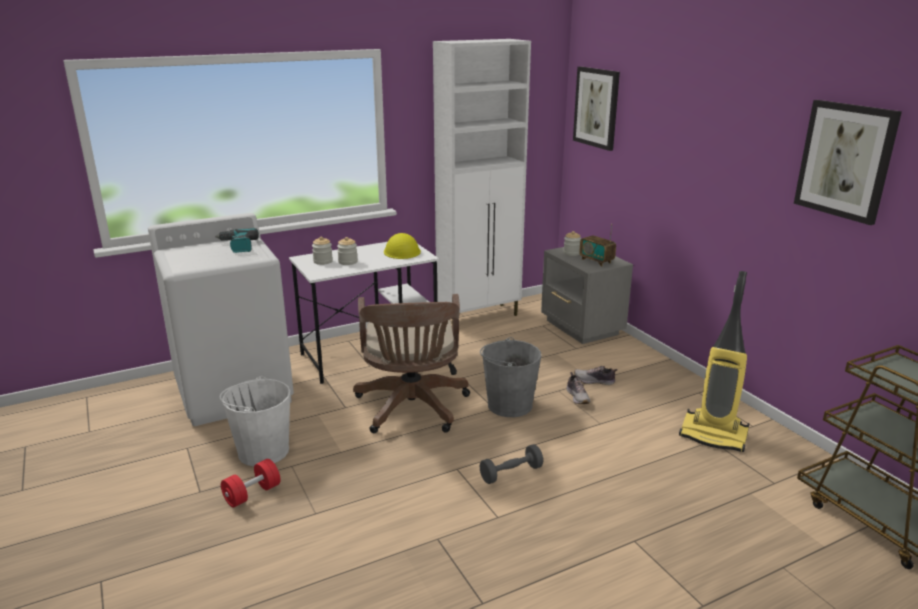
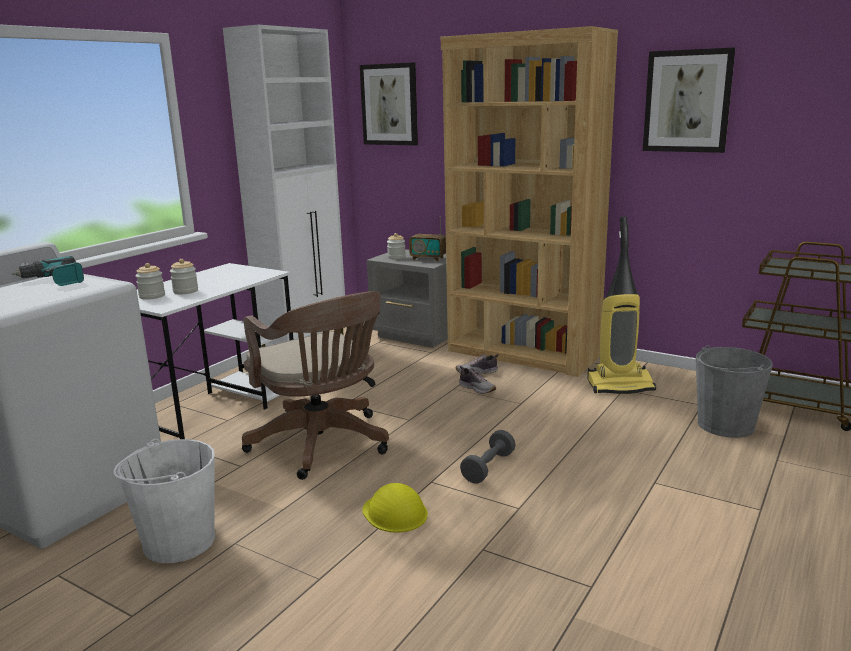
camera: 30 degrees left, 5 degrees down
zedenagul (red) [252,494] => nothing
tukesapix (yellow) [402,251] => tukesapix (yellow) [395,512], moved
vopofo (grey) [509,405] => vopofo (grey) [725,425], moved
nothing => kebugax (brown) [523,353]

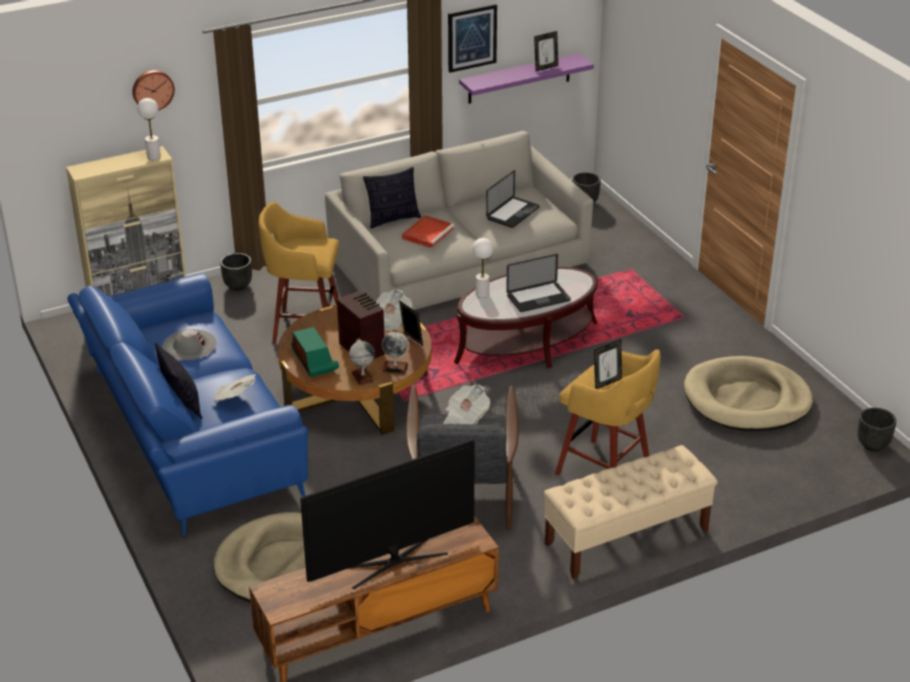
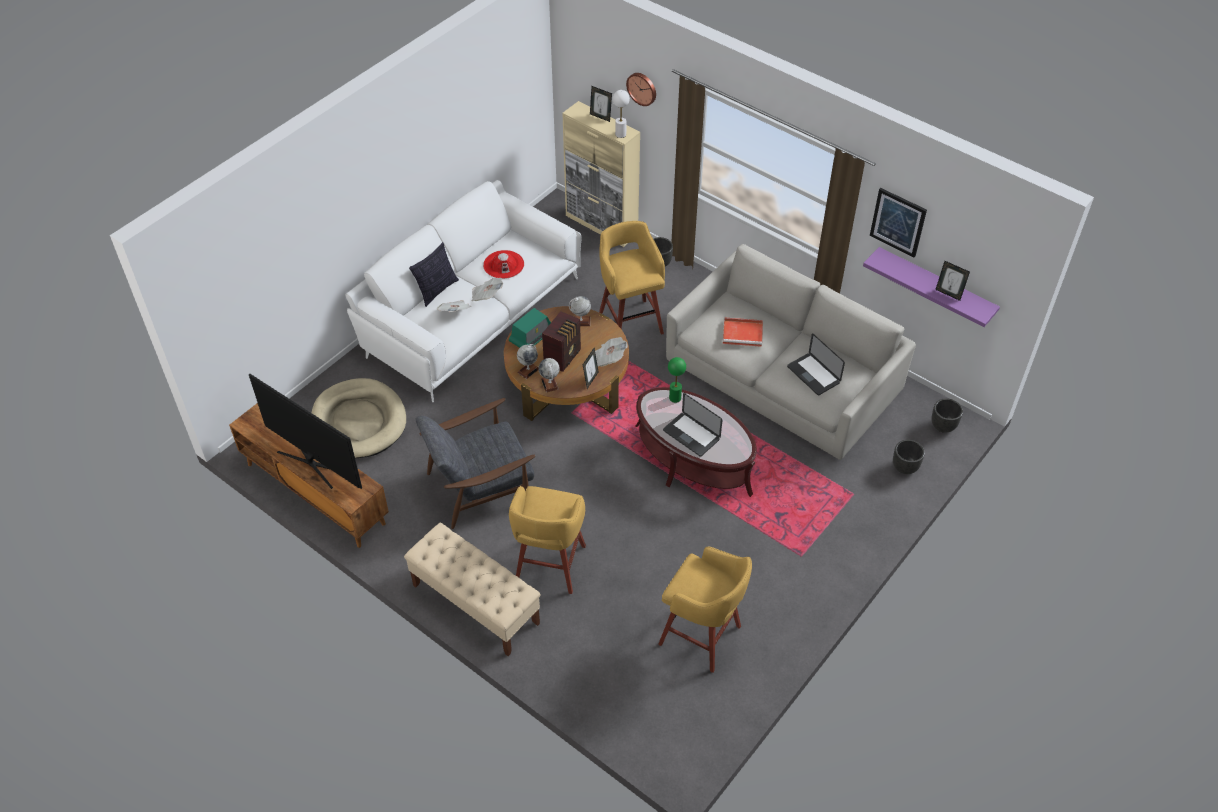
camera: 65 degrees right, 15 degrees up
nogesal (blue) [189,432] => nogesal (white) [471,314]
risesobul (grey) [189,345] => risesobul (red) [503,264]
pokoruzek [393,219] => nothing
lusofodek [465,418] => lusofodek [486,296], moved
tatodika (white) [482,294] => tatodika (green) [674,398]
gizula [513,213] => gizula [813,375], 45 degrees clockwise
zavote [606,383] => zavote [600,117], moved
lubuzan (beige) [747,399] => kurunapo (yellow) [702,637]
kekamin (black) [873,445] => kekamin (black) [905,468], moved
nothing => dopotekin [580,321]

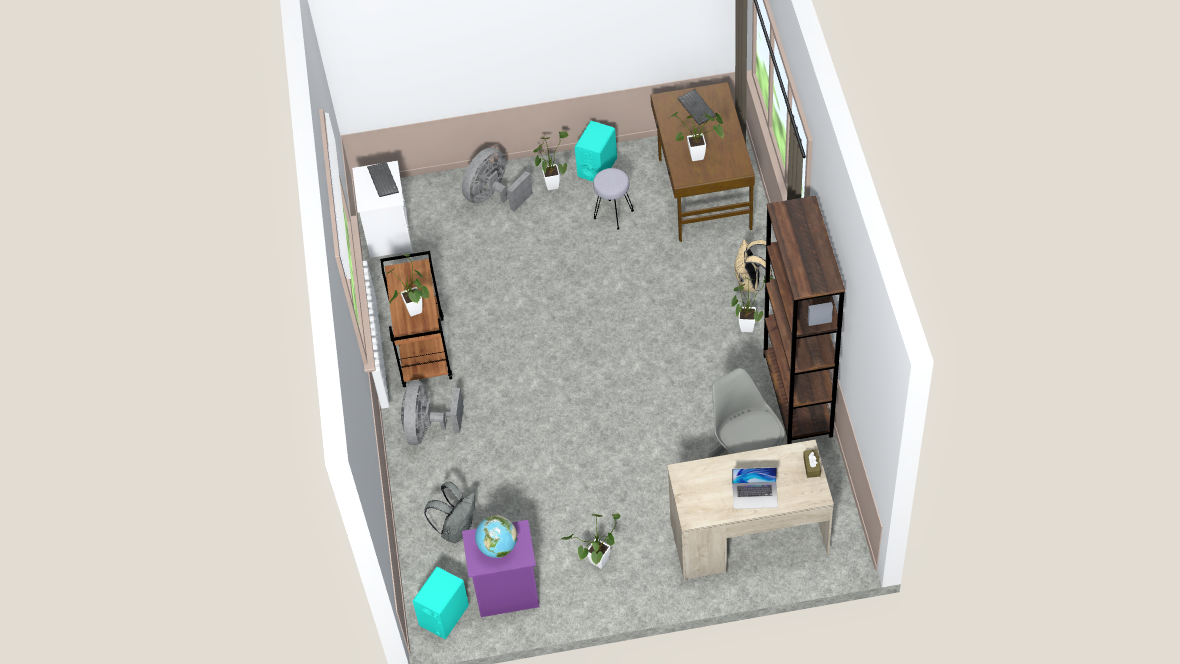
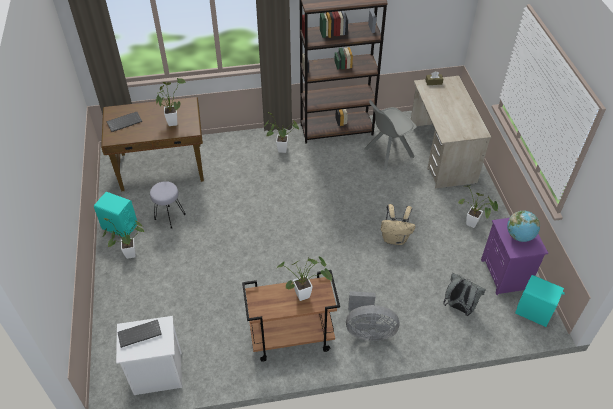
camera: 95 degrees left, 5 degrees down
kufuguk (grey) [494,196] => nothing
gizula [755,495] => nothing
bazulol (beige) [751,284] => bazulol (beige) [395,238], moved

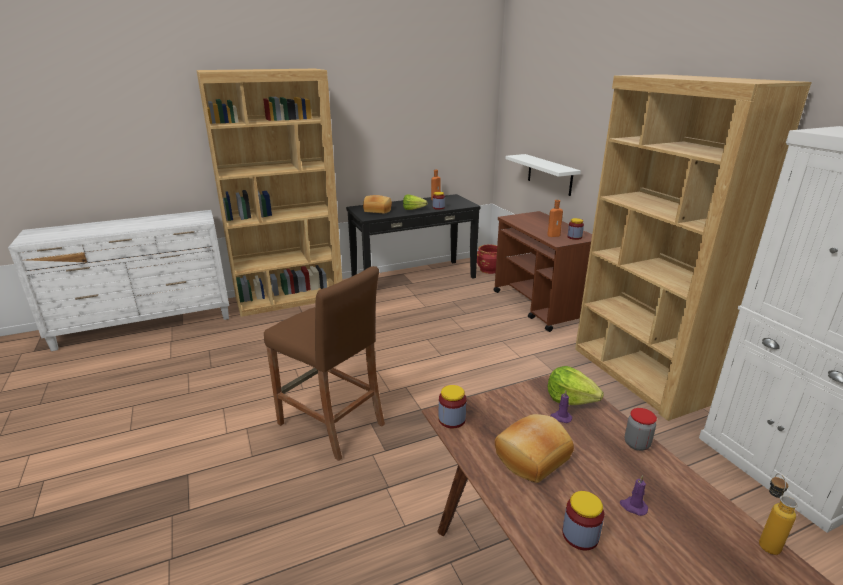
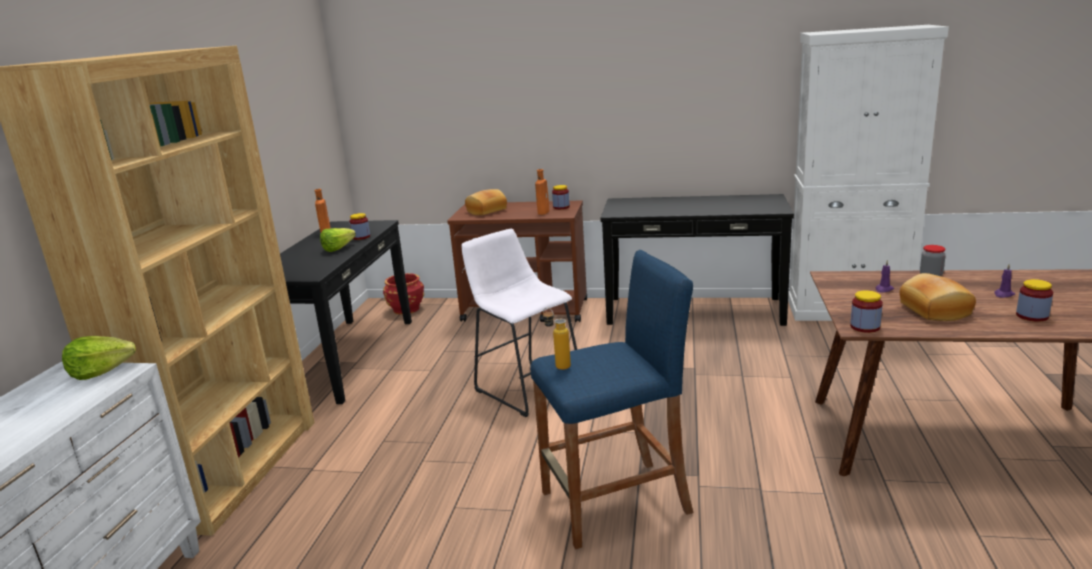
camera: 55 degrees left, 5 degrees down
kurunapo (brown) [331,424] => kurunapo (blue) [615,503]
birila [378,210] => birila [486,210], moved
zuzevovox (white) [549,174] => nothing
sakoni [570,398] => sakoni [101,371], moved
kebugax (brown) [638,375] => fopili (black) [694,310]
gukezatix [764,540] => gukezatix [558,365], moved
nothing => kurunapo (white) [525,386]

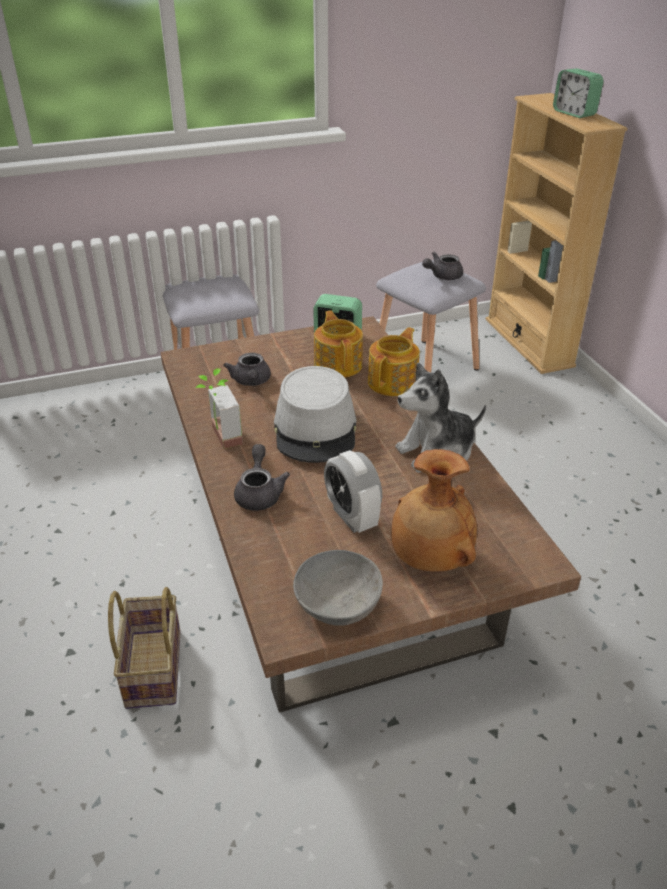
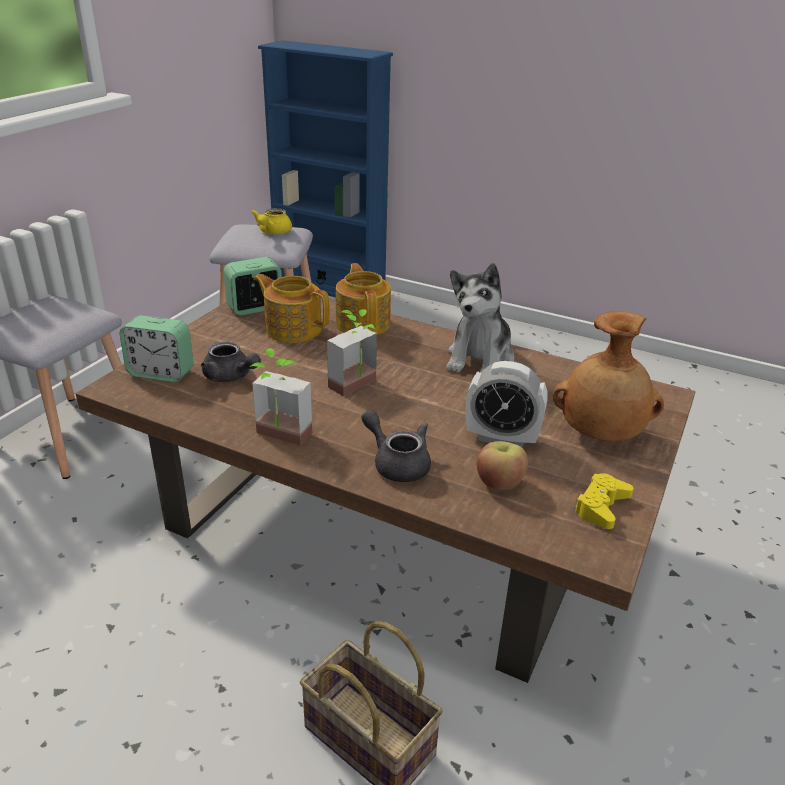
camera: 45 degrees left, 5 degrees down
risesobul (grey) [316,429] => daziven [359,387]
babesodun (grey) [339,603] => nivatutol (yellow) [601,506]
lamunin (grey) [442,276] => lamunin (yellow) [272,232]
kebugax (beige) [528,342] => kebugax (blue) [329,286]
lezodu [574,113] => lezodu [161,373], moved
nothing => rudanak [499,482]

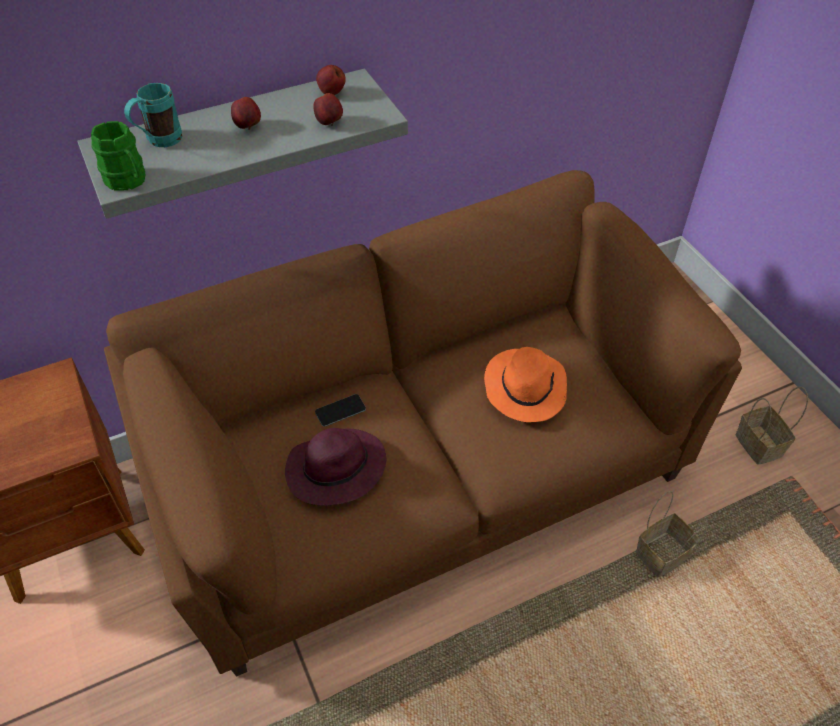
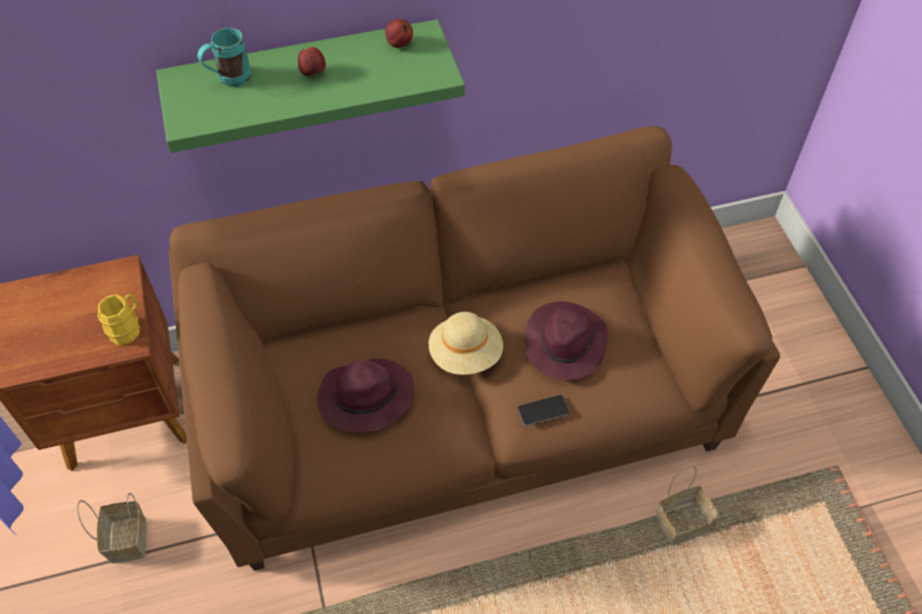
camera: 10 degrees right, 5 degrees up
zuzevovox (grey) [235,140] => zuzevovox (green) [305,76]
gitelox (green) [128,181] => nothing
rudanak [329,123] => nothing
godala [340,410] => godala [543,410], moved
risesobul (orange) [525,387] => risesobul (purple) [564,342]
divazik [760,446] => divazik [129,541], moved
nothing => gitelox (yellow) [127,327]
nothing => risesobul (beige) [466,354]

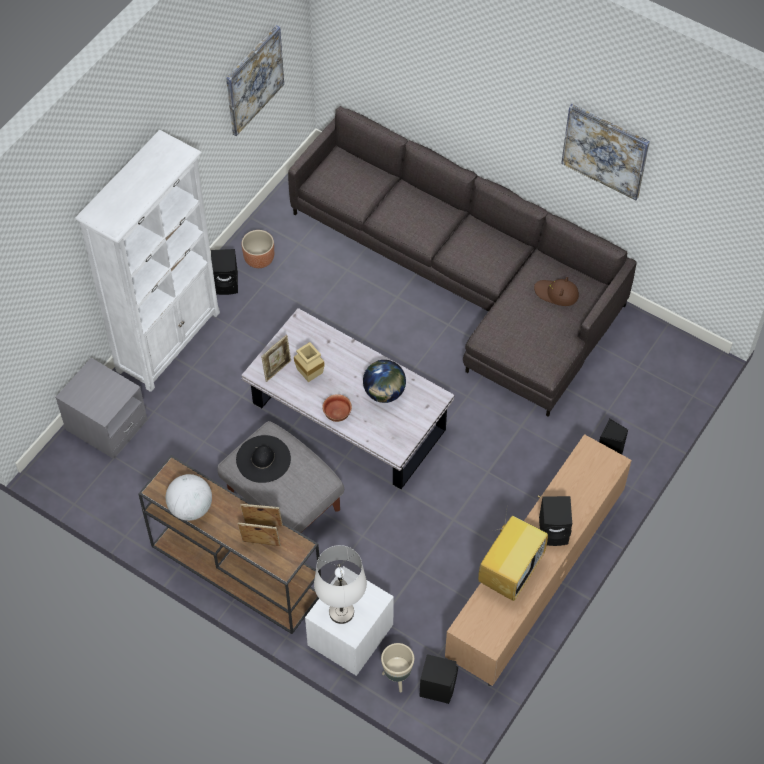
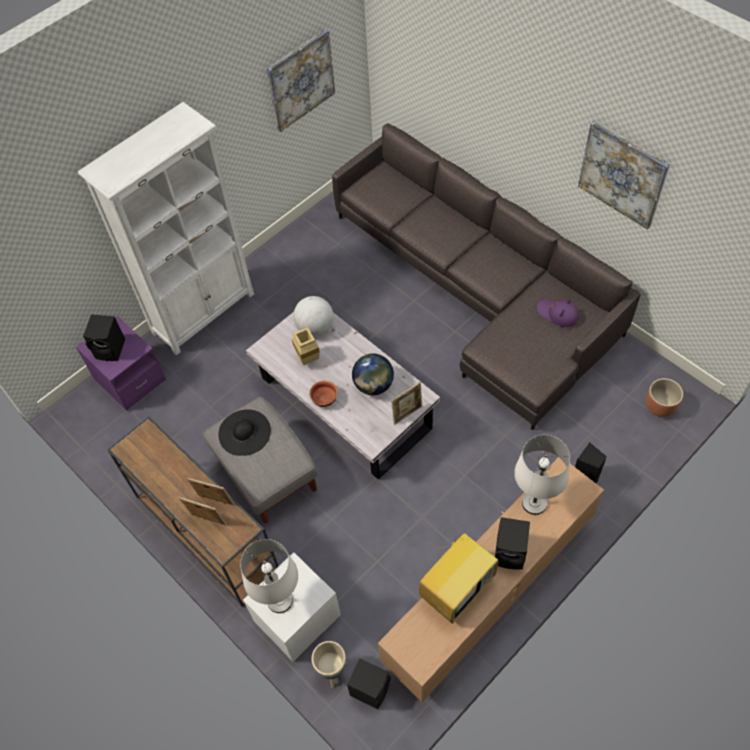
camera: 15 degrees right, 0 degrees up
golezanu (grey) [106,425] => golezanu (purple) [130,379]
dopotekin [191,508] => dopotekin [315,327], moved
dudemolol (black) [227,283] => dudemolol (black) [111,349], moved
kekamin (brown) [259,259] => kekamin (brown) [660,406], moved
zavote [277,369] => zavote [407,414], moved
risesobul (brown) [556,293] => risesobul (purple) [557,314]
nothing => tatodika (white) [534,503]

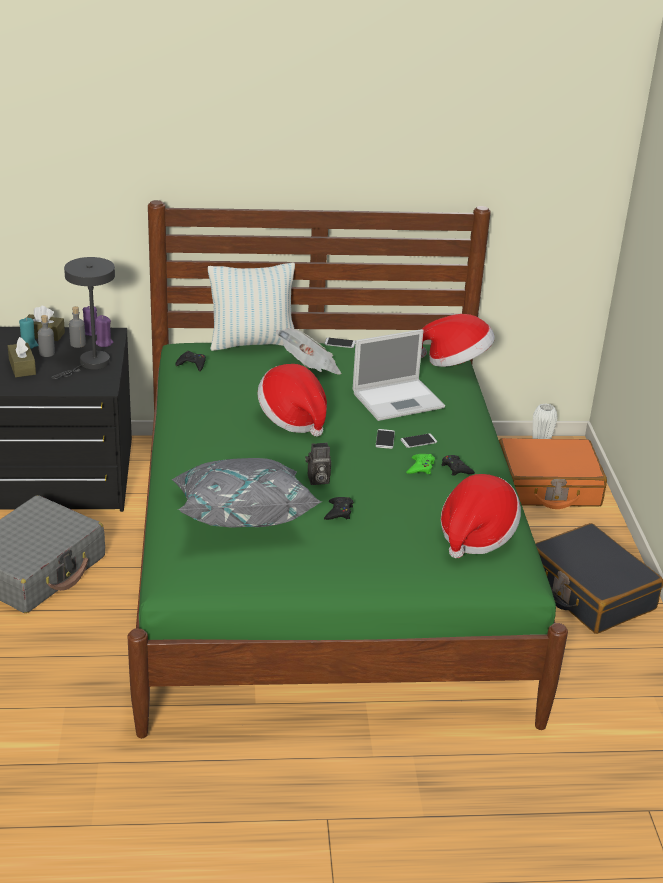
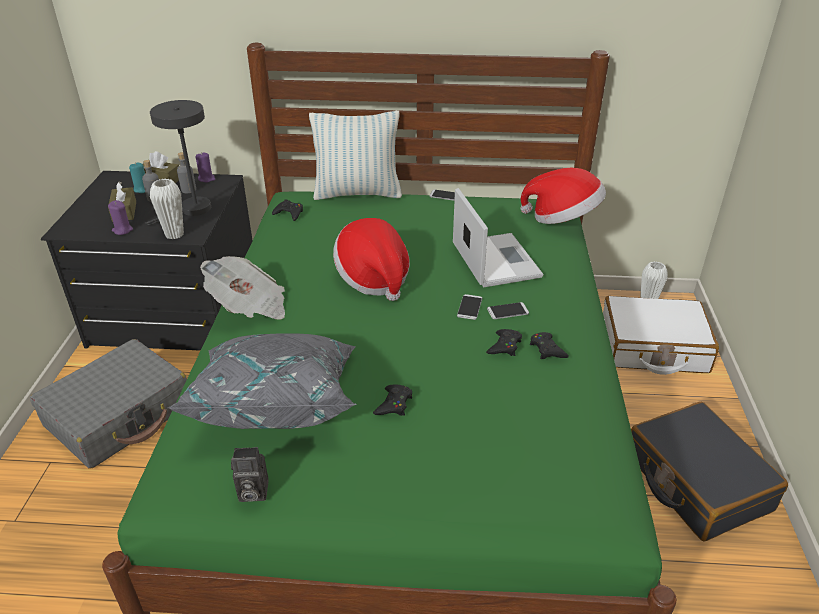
camera: 10 degrees right, 5 degrees up
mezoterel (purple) [103,343] => mezoterel (purple) [122,230], moved
lusofodek [309,367] => lusofodek [249,306], moved
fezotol [317,480] => fezotol [251,492], moved
gizula [399,399] => gizula [494,259], 90 degrees counterclockwise
nivatutol (green) [420,467] => nivatutol (black) [504,346]
risesobul [475,535] => nothing
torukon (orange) [547,487] => torukon (white) [653,347]
nothing => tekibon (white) [174,234]

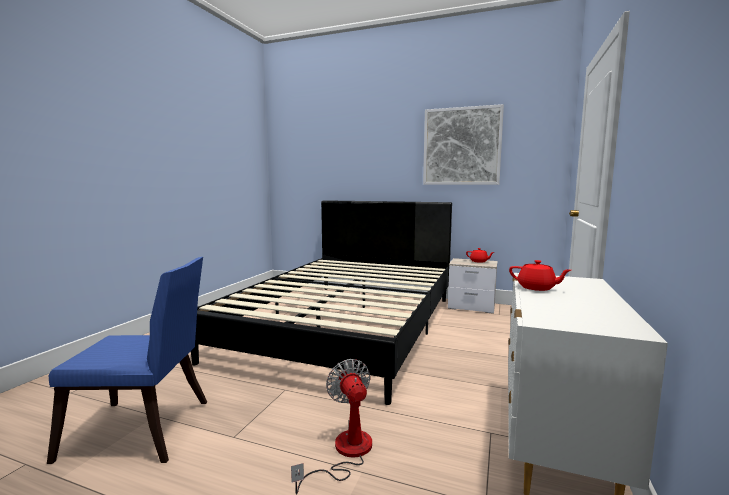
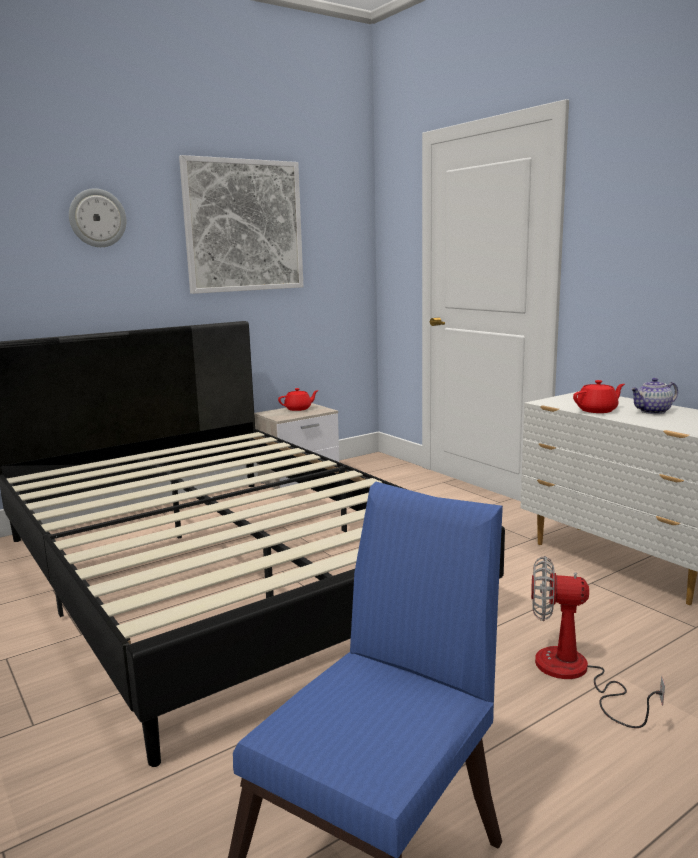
camera: 55 degrees left, 5 degrees up
nothing => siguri [97,218]
nothing => lamunin [653,411]

